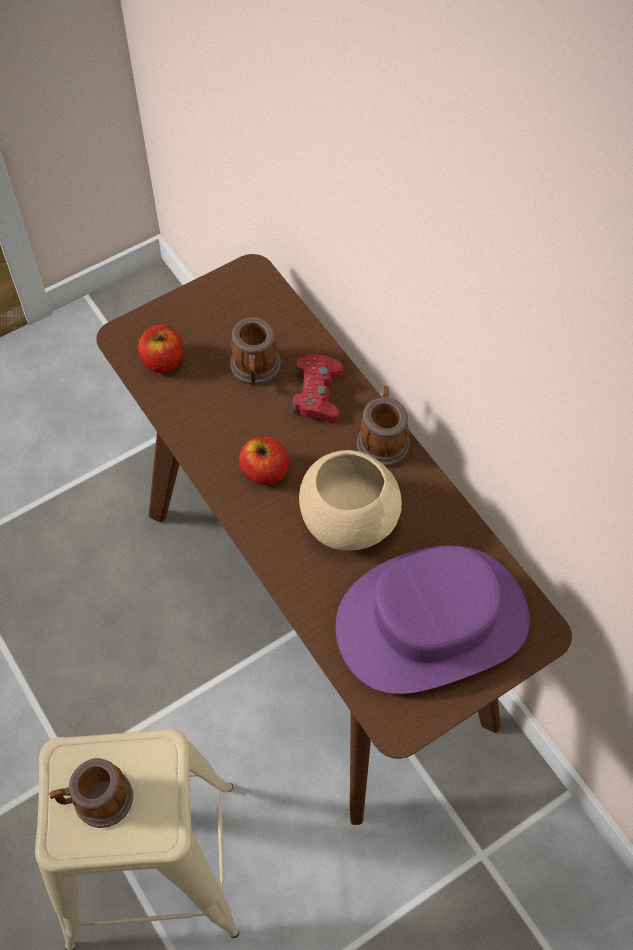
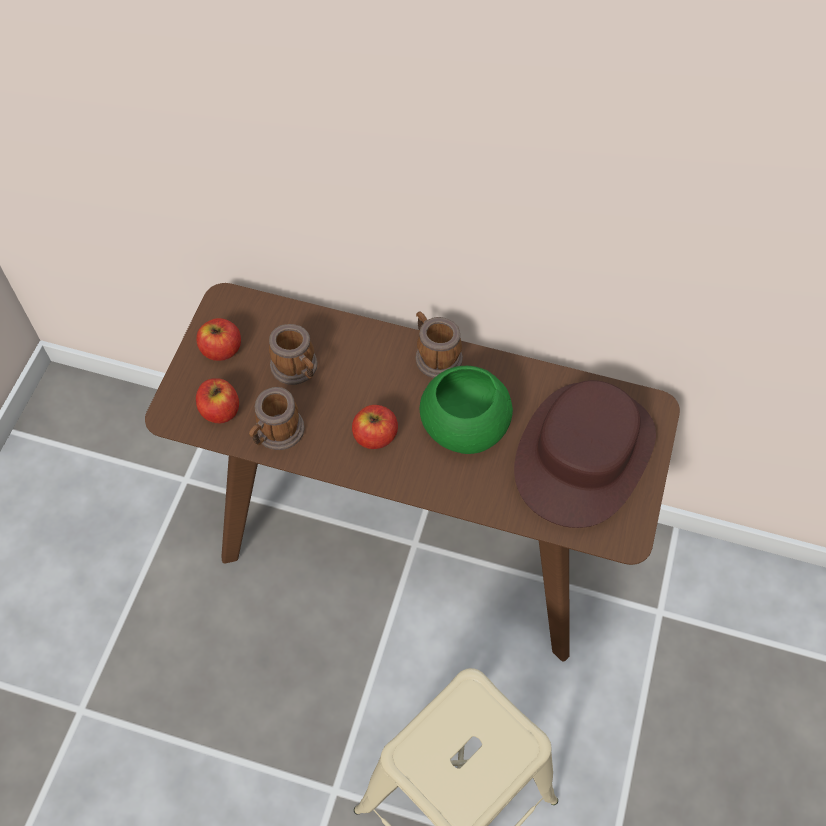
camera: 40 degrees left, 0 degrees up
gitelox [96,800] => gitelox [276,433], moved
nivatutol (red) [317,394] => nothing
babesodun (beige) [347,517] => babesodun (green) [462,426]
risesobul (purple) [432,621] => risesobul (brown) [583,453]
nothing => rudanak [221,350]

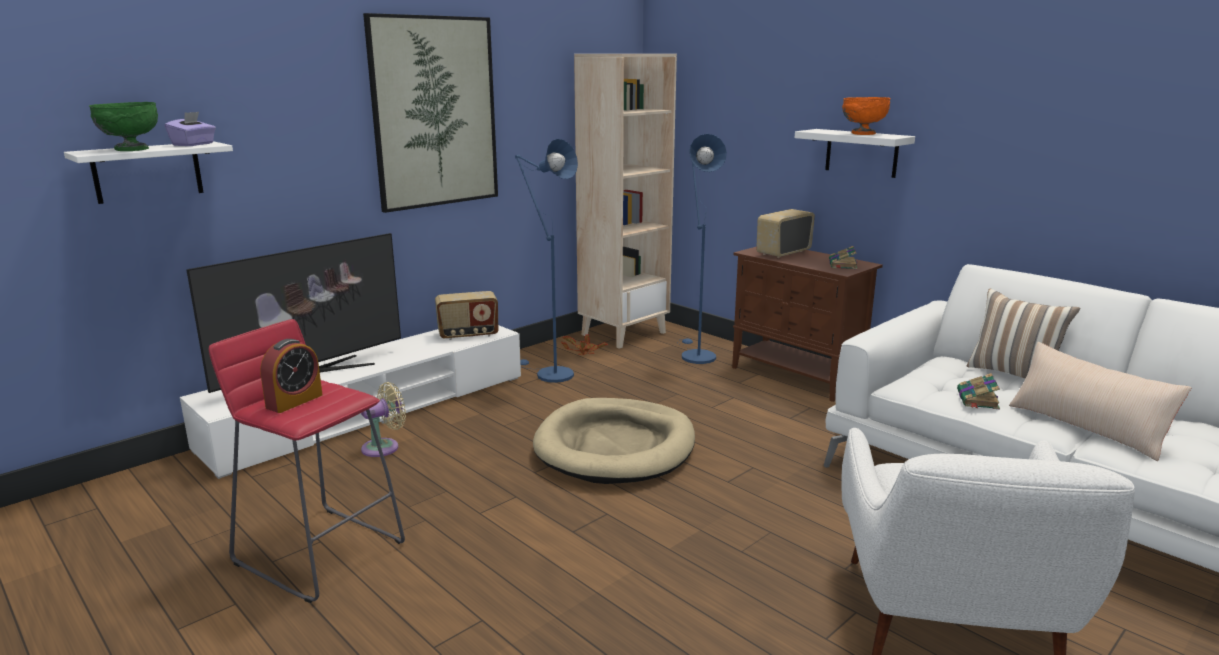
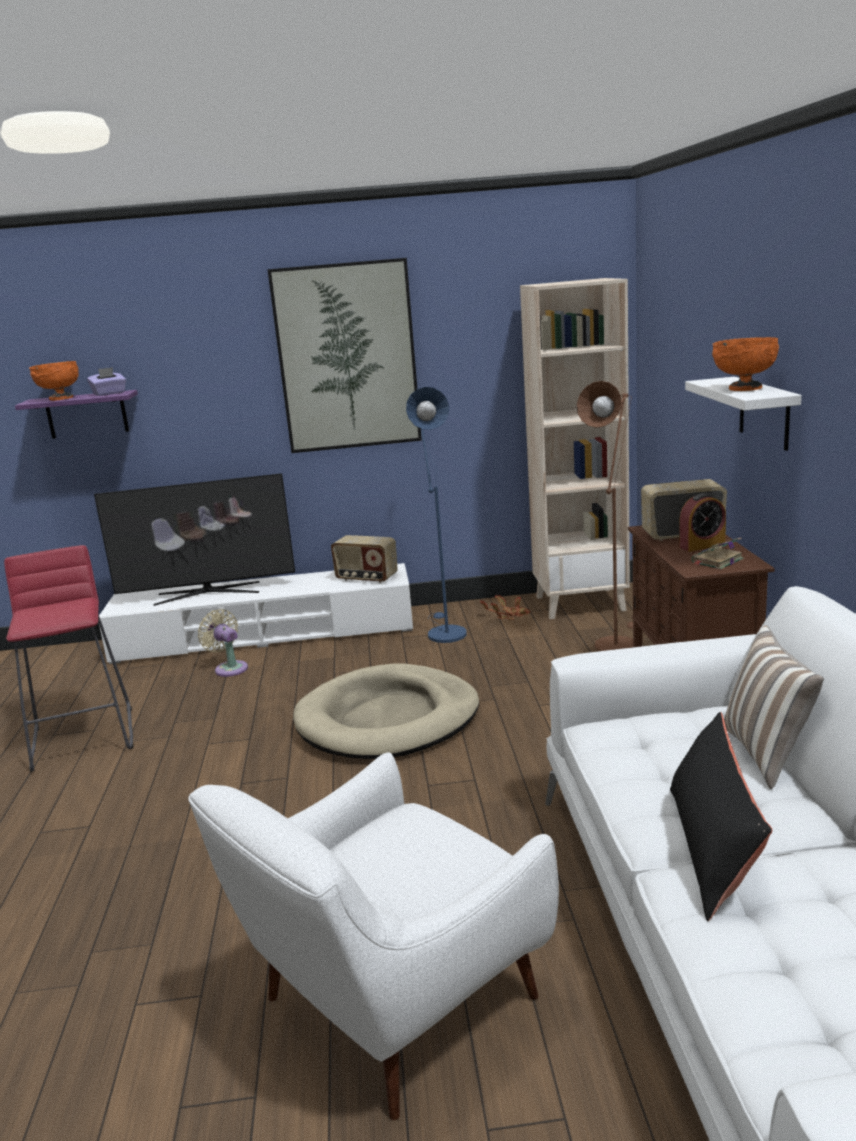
camera: 40 degrees right, 0 degrees up
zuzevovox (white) [147,172] => zuzevovox (purple) [87,414]
babesodun (green) [131,149] => babesodun (orange) [60,398]
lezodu [294,401] => lezodu [702,545], moved
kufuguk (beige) [384,447] => kufuguk (beige) [229,668], 135 degrees counterclockwise
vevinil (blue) [695,355] => vevinil (brown) [616,643]
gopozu [978,400] => nothing
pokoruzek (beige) [1087,427] => pokoruzek (black) [713,847]

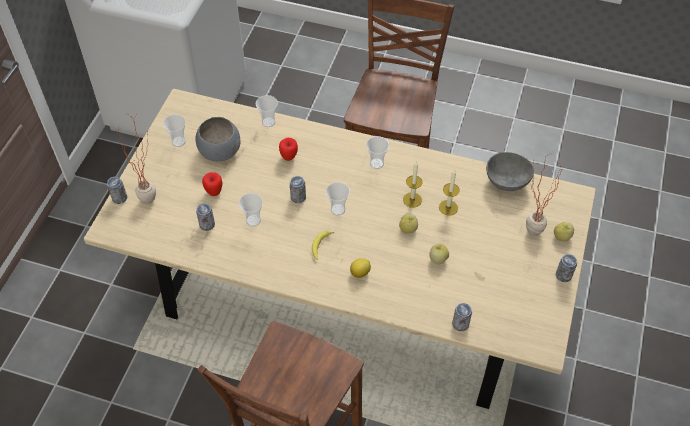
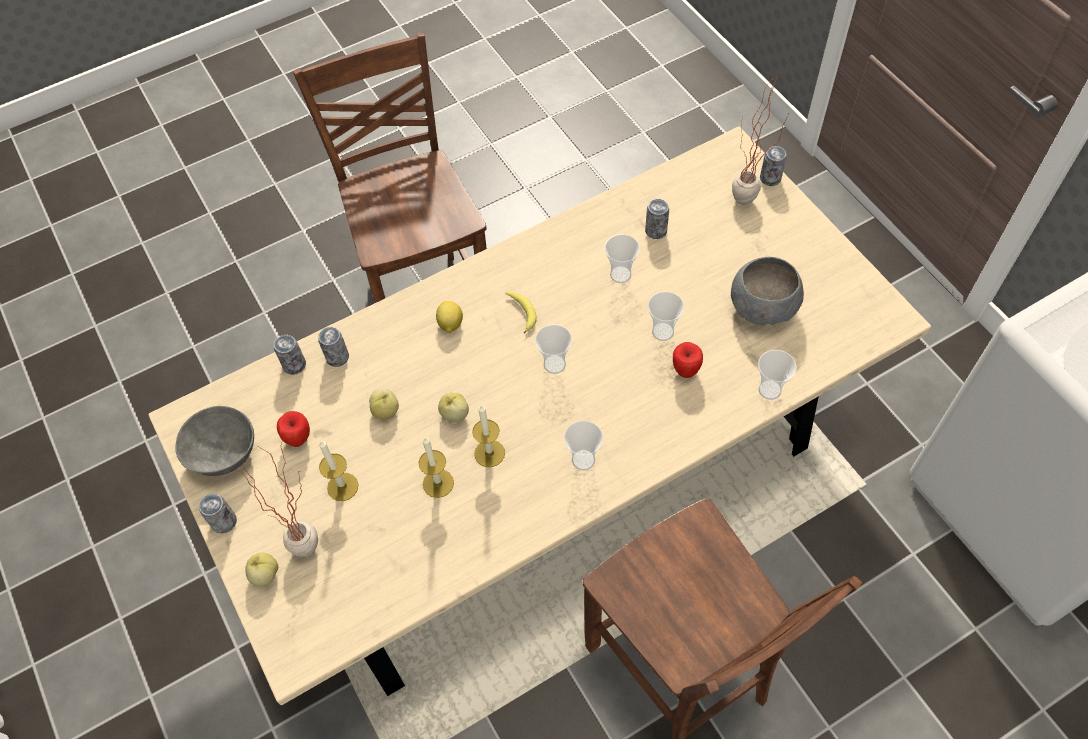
camera: 135 degrees right, 5 degrees up
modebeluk [178,141] => modebeluk [662,332], moved
rudanak [214,192] => rudanak [299,439], moved
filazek [298,197] => filazek [337,357], moved
babesodun (grey) [507,183] => babesodun (grey) [223,454], moved
nothing => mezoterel [342,486]

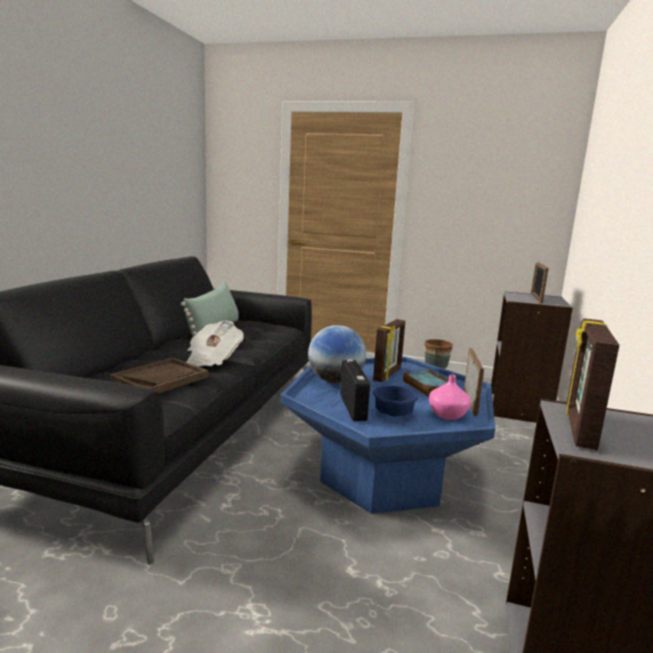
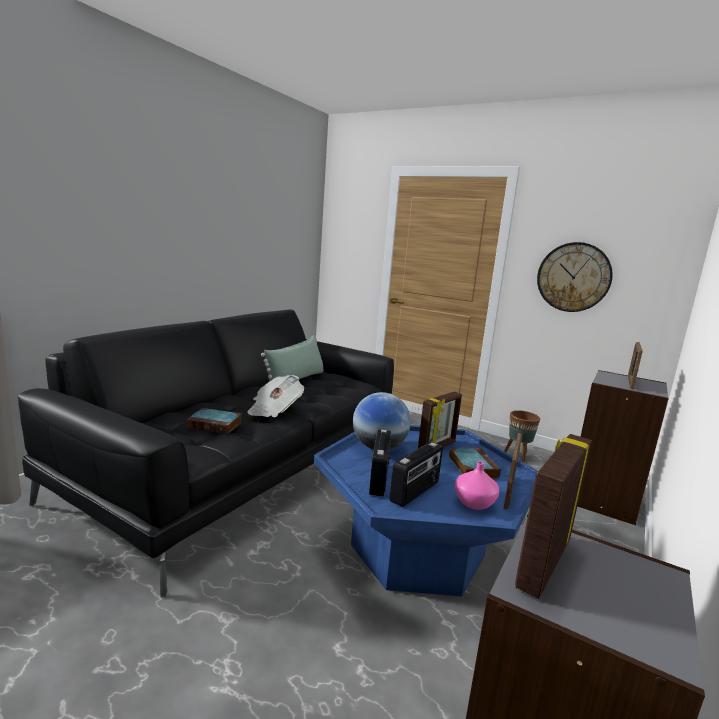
camera: 15 degrees right, 0 degrees up
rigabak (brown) [160,379] => gopozu [216,425]
babesodun (blue) [392,413] => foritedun [415,492]
nothing => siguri [573,277]

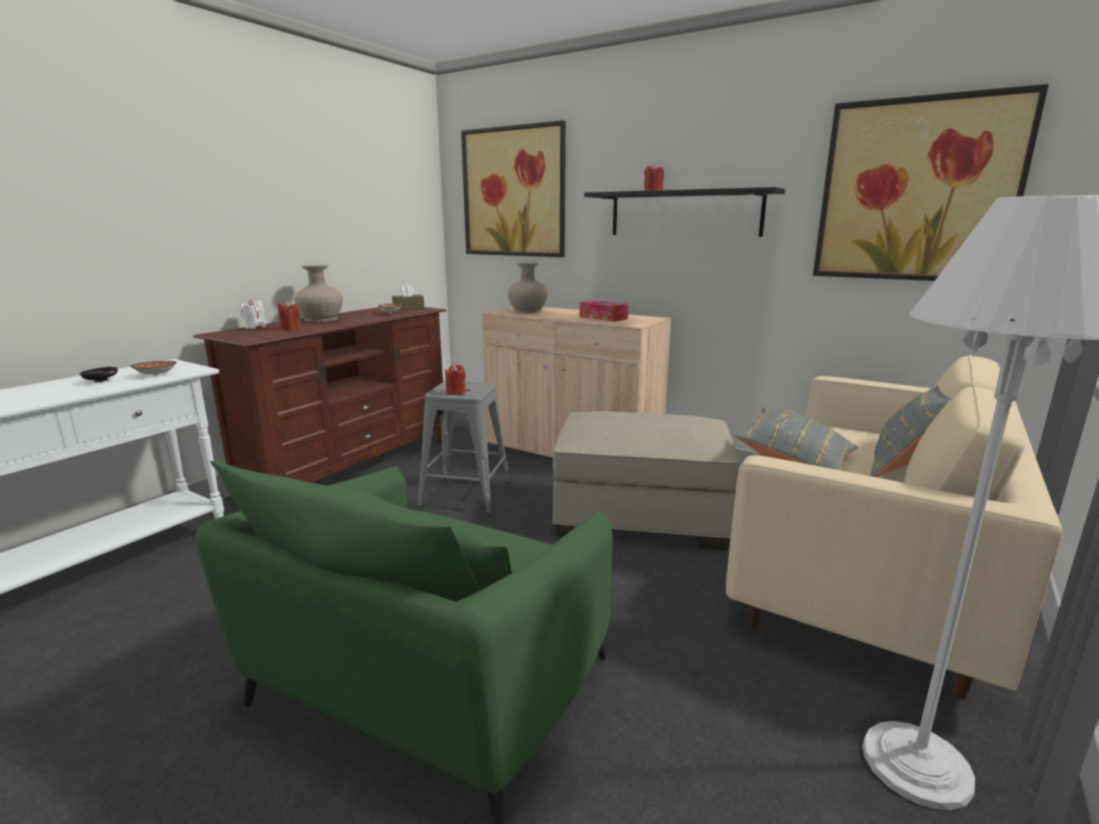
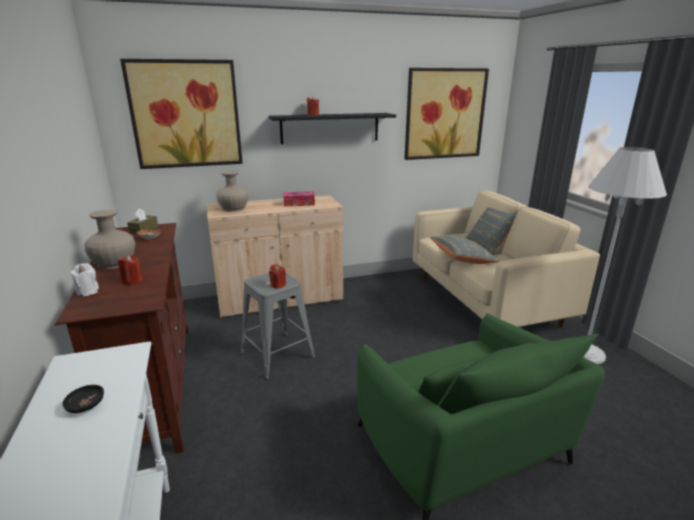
camera: 50 degrees left, 5 degrees up
babesodun [156,375] => nothing
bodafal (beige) [642,514] => nothing

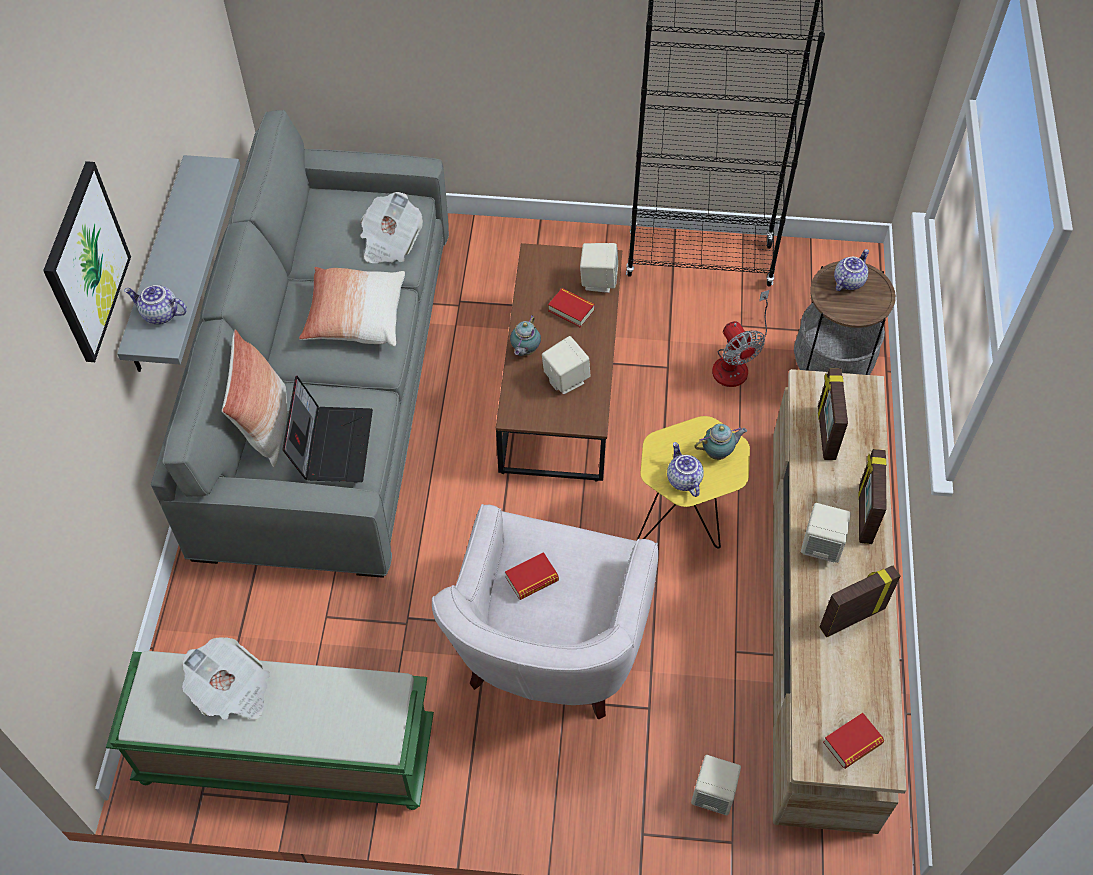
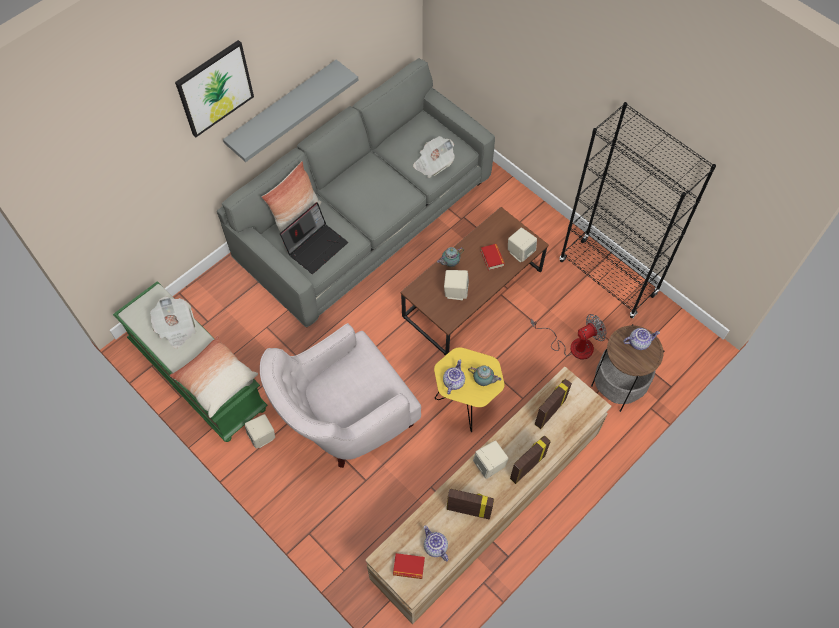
camera: 40 degrees right, 5 degrees up
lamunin [160,315] => lamunin [435,547], moved
pokoruzek [355,317] => pokoruzek [216,380], moved
gopozu [531,579] => nothing
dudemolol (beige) [713,794] => dudemolol (beige) [262,436], moved
kufuguk [735,362] => kufuguk [573,345], 135 degrees counterclockwise

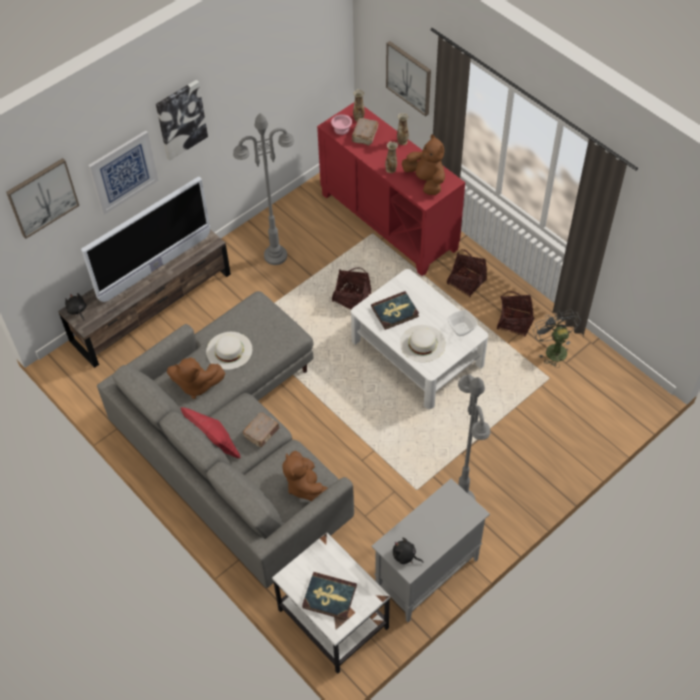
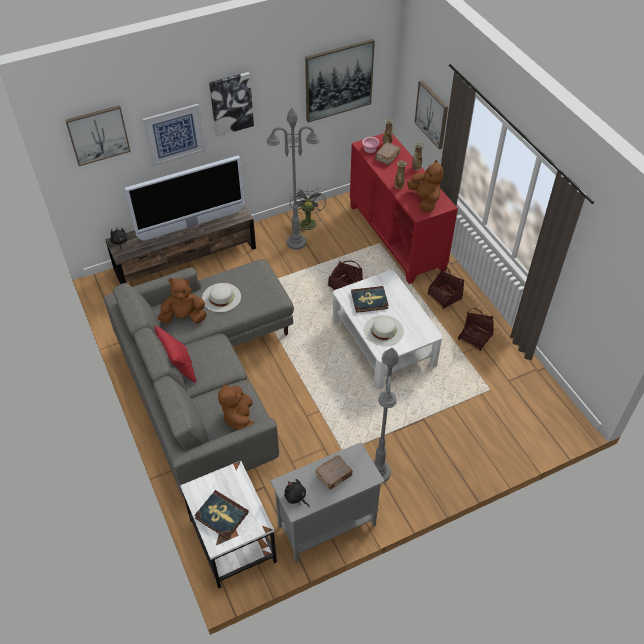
camera: 15 degrees right, 5 degrees down
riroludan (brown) [196,385] => riroludan (brown) [184,317], 150 degrees clockwise
gopozu (brown) [262,432] => gopozu (brown) [334,475], moved
babesodun [461,329] => nothing
kufuguk (grey) [553,349] => kufuguk (grey) [307,222], moved
nothing => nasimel [338,80]

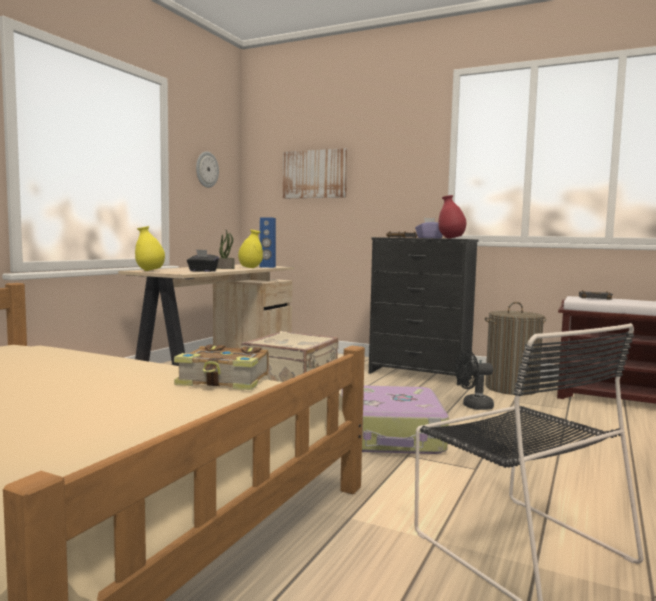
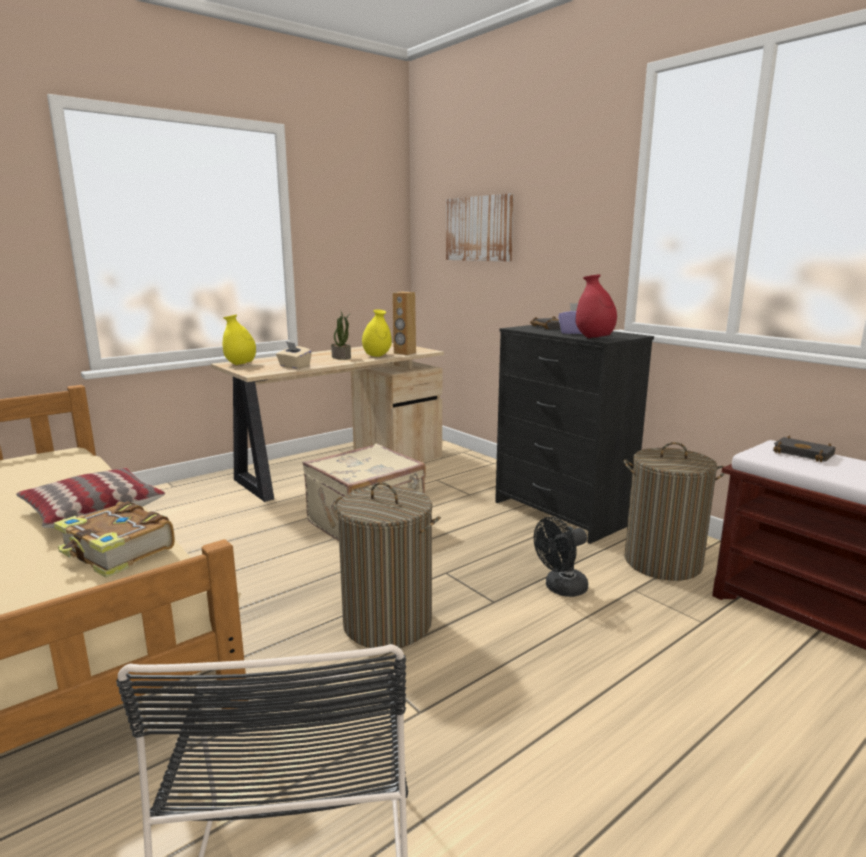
camera: 25 degrees right, 10 degrees up
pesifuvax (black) [202,271] => pesifuvax (beige) [294,366]
siguri [206,169] => nothing
dudemolol (blue) [267,267] => dudemolol (brown) [404,353]
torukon [390,436] => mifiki [387,623]
kufuguk (black) [473,406] => kufuguk (black) [561,589], 45 degrees counterclockwise
nothing => pokoruzek [92,510]

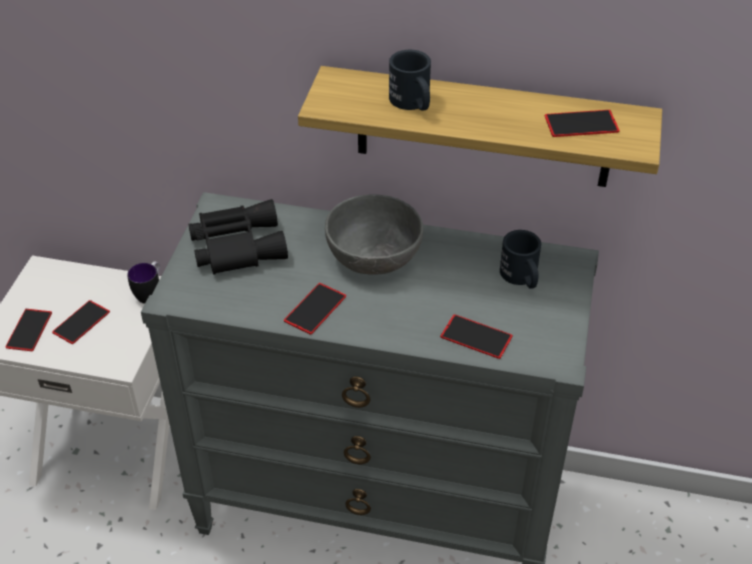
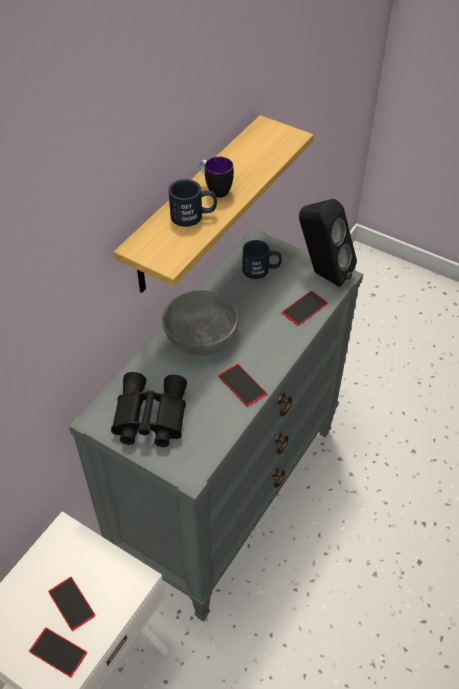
camera: 70 degrees left, 5 degrees up
gitelox [150,293] => gitelox [215,189], moved
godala [581,124] => nothing
nothing => dudemolol (black) [322,273]

